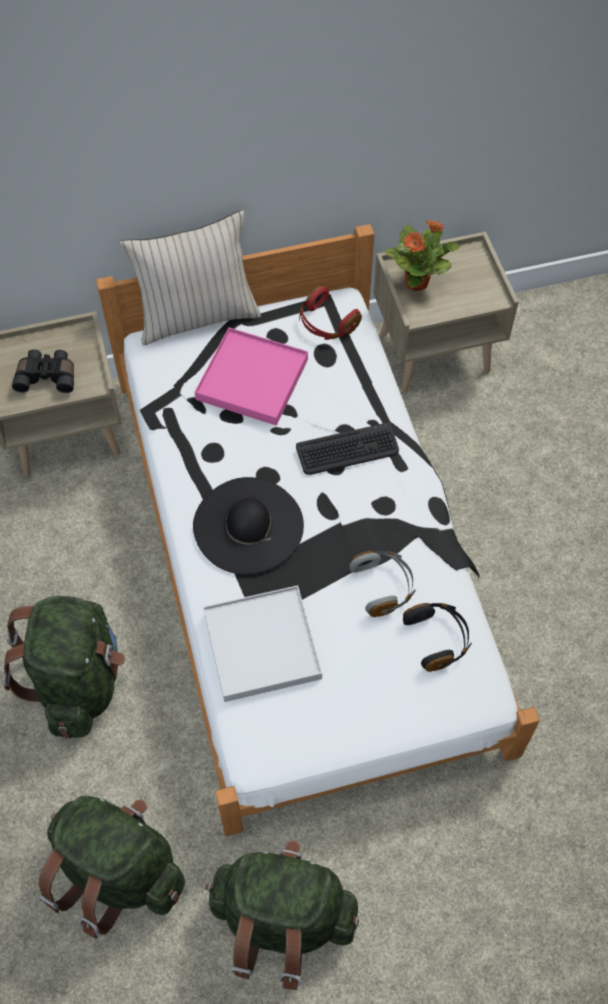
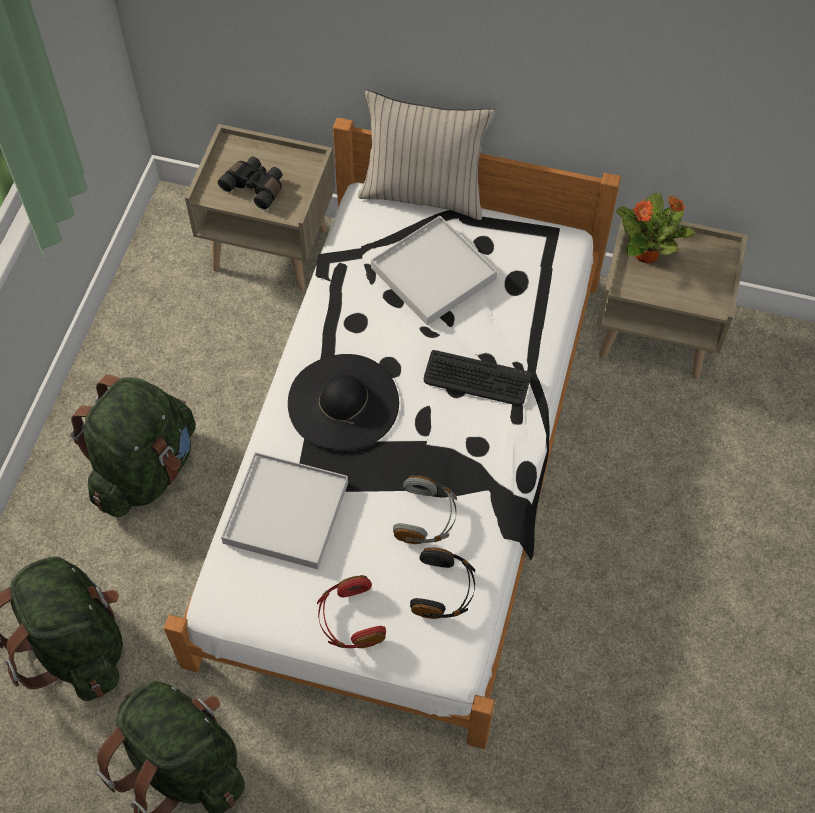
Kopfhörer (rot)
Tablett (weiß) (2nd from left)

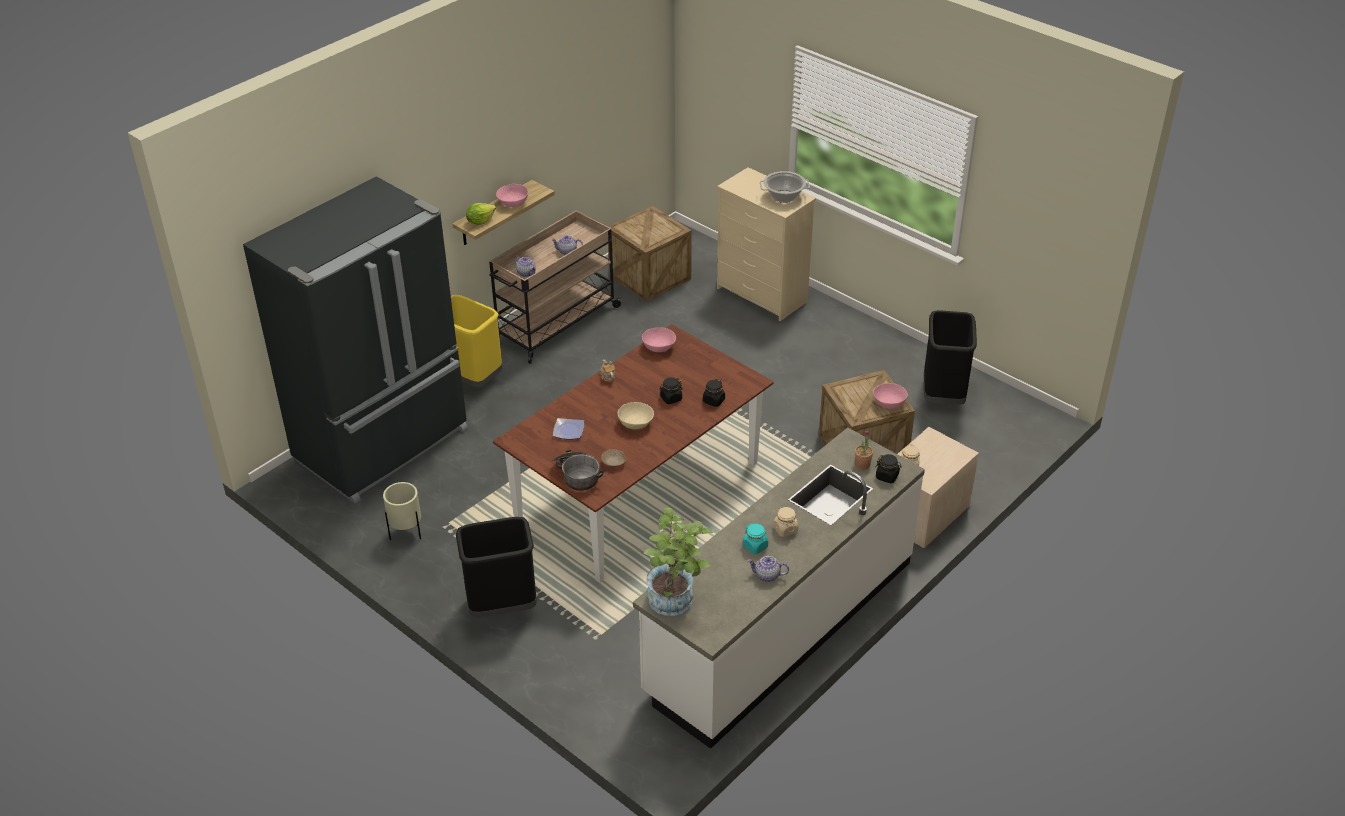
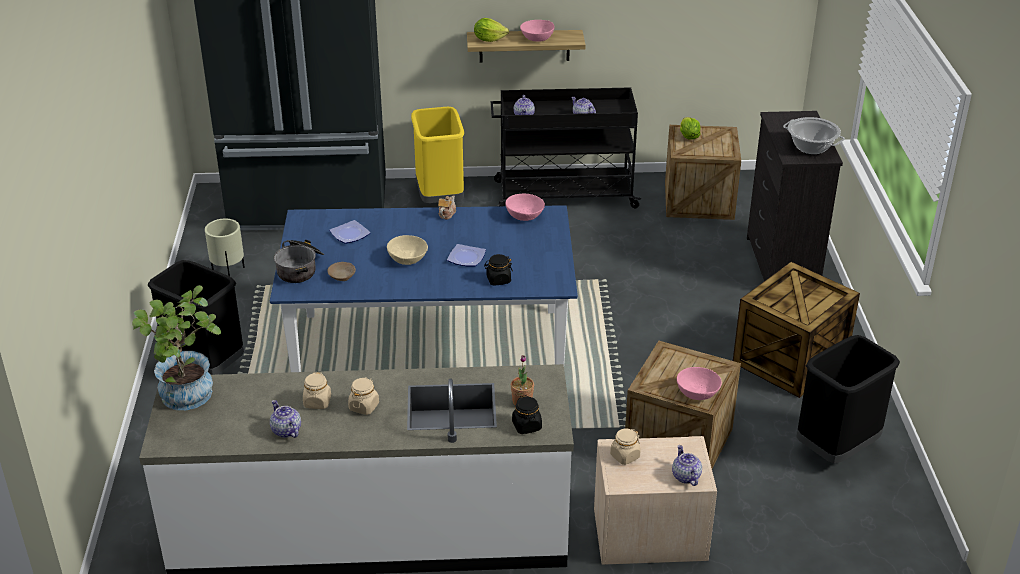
Teekanne (5th from left)
Salatkopf (2nd from left)
Kiste (3rd from left)
Teller (2nd from left)
Rollwagen (schwarz)
Esstisch (blau)
Kommode (schwarz)
Vorratsglas (beige) (1st from left)

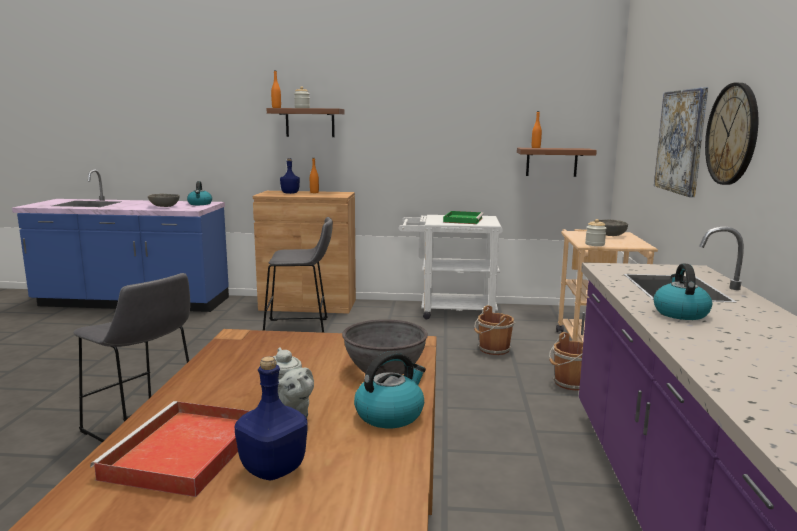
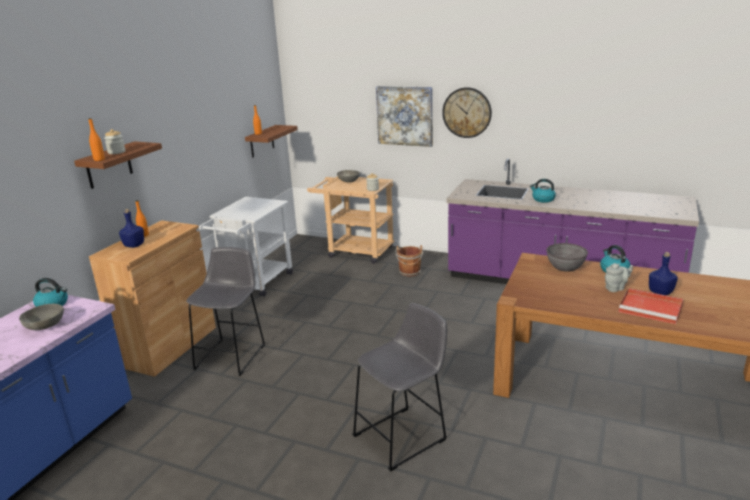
Tablett (grün)
Eimer (braun) (1st from left in the first image)

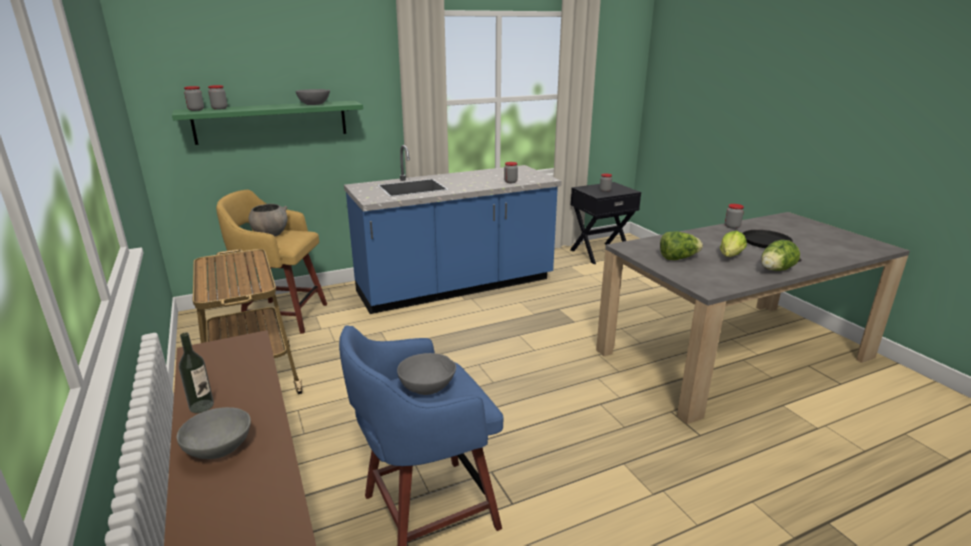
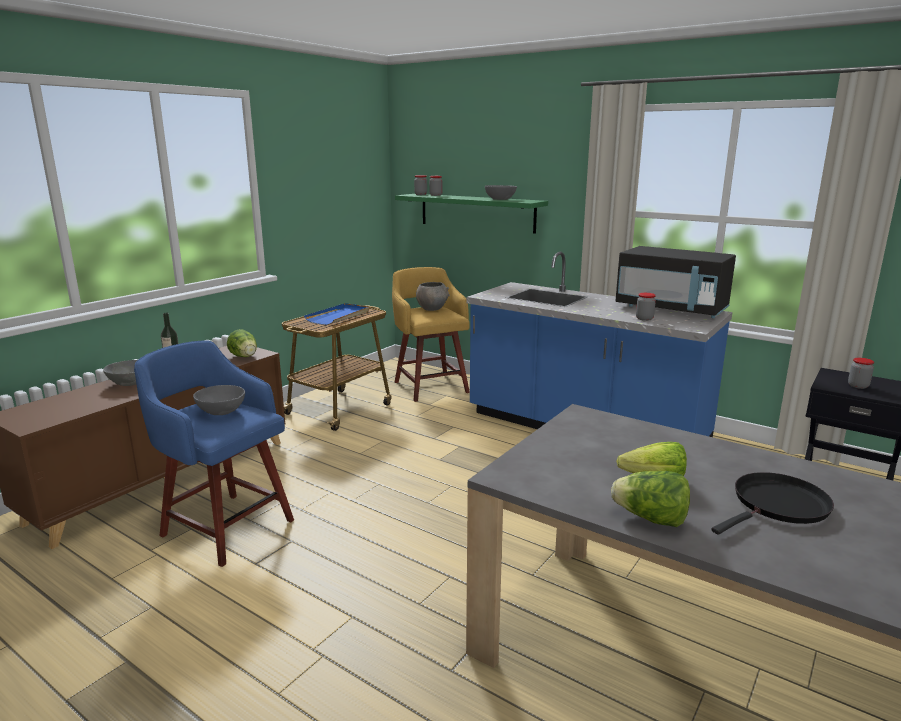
Vorratsglas (5th from left in the first image)
Tablett (blau)
Mikrowelle (schwarz)
Salatkopf (1st from left)

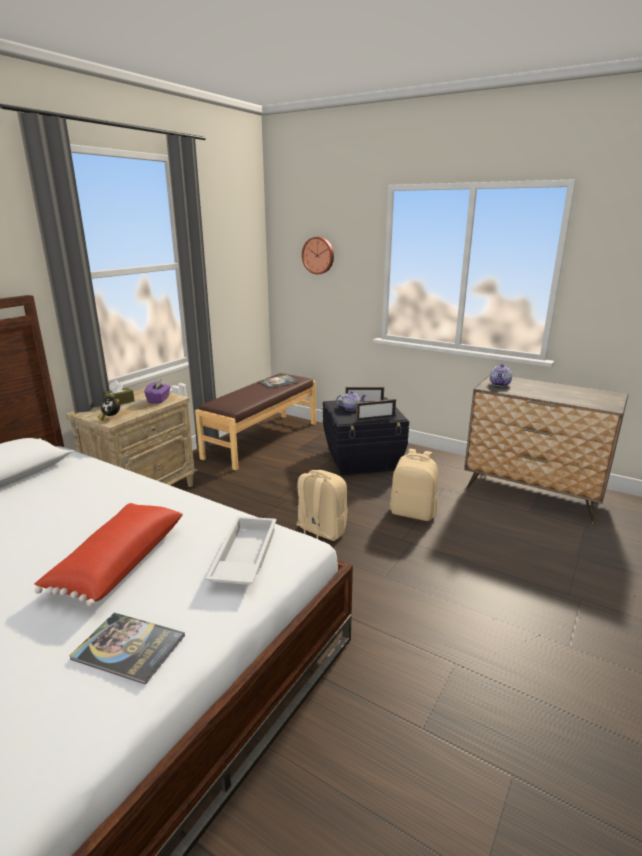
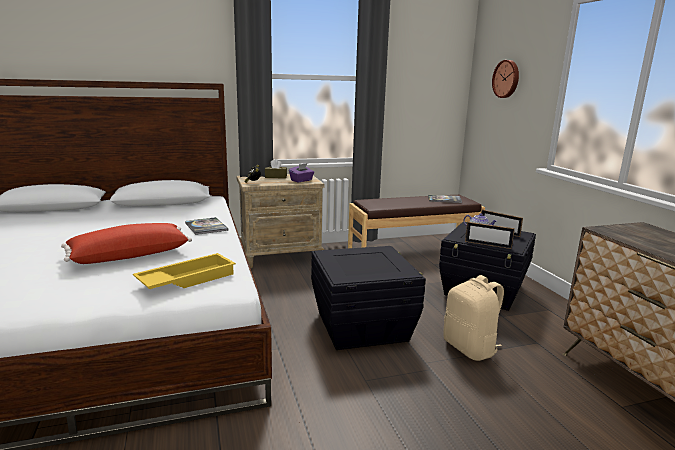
Teekanne (2nd from left in the first image)
Buch (1st from left)
Aufbewahrungsbox (schwarz) (1st from left)
Tablett (gelb)

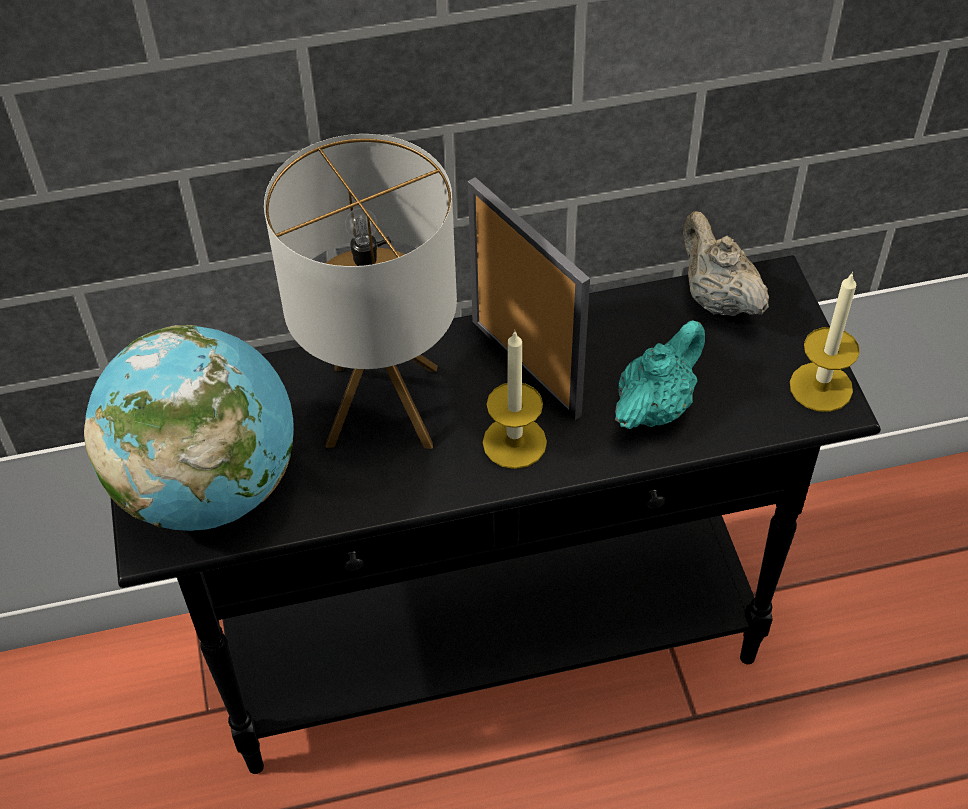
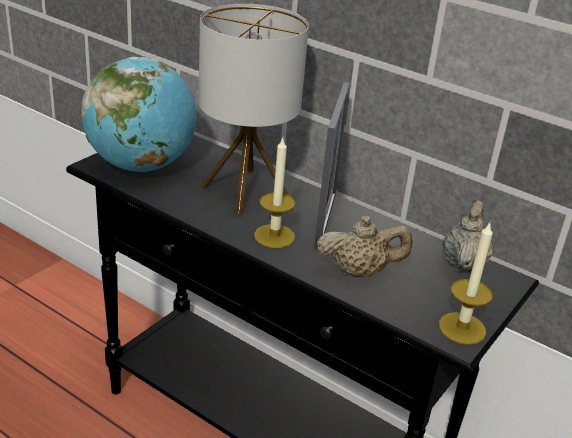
Teekanne (beige) (1st from left)

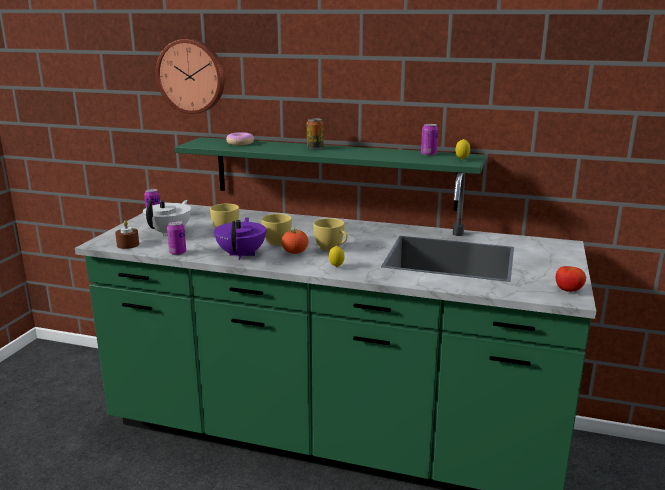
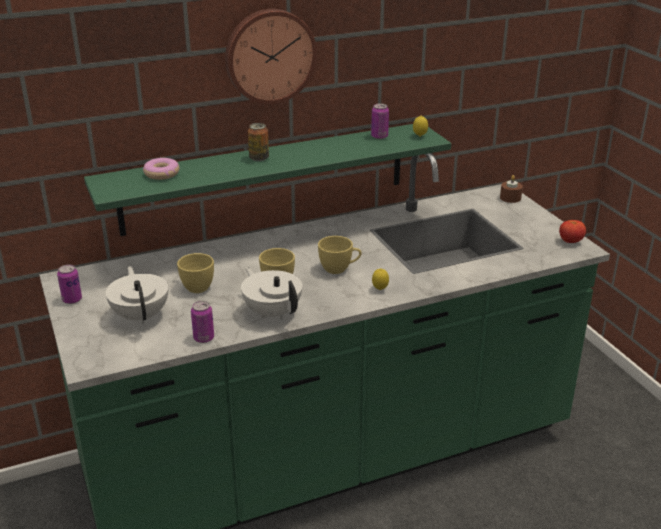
Tomate (1st from left in the first image)
Kerze (braun)
Wanduhr
Teekanne (weiß) (2nd from left)

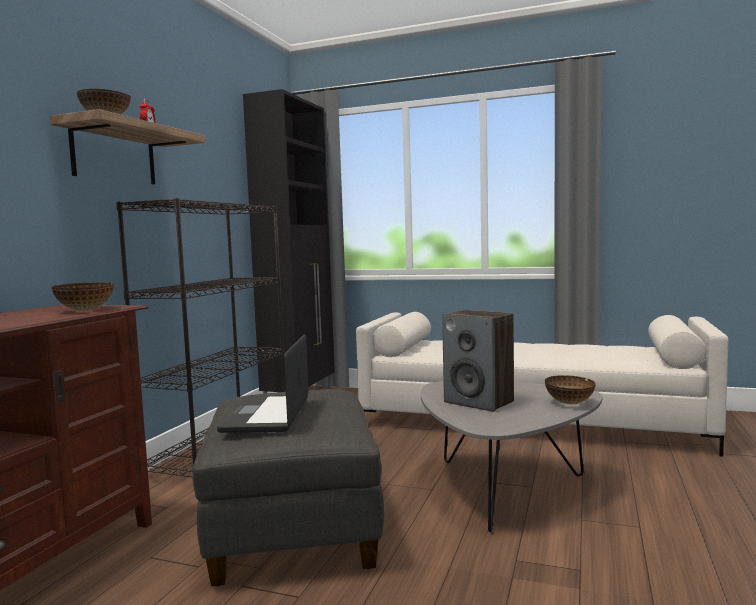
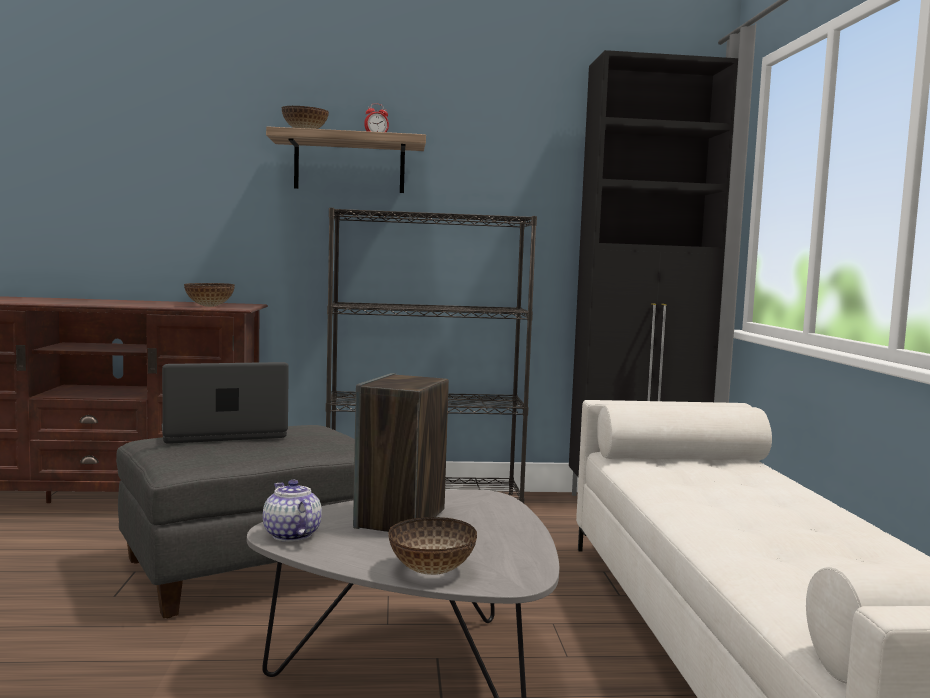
Teekanne

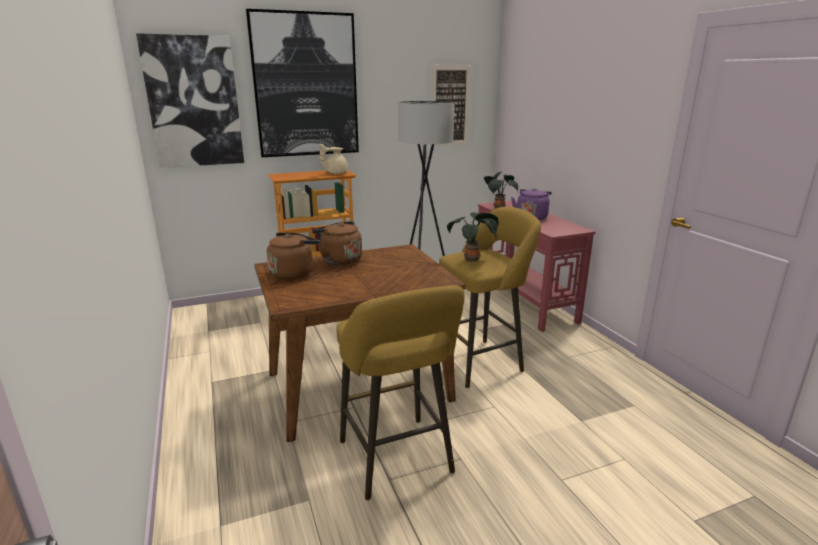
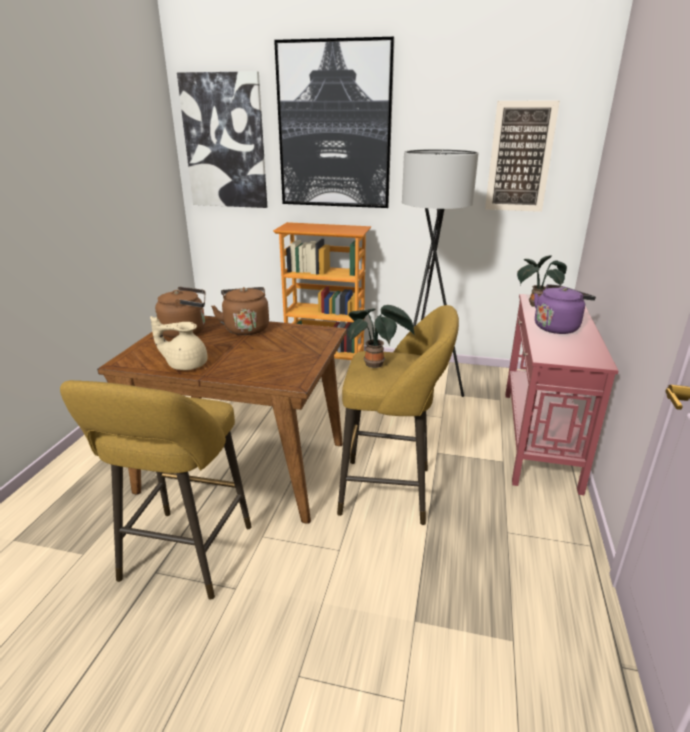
Teekanne (beige)

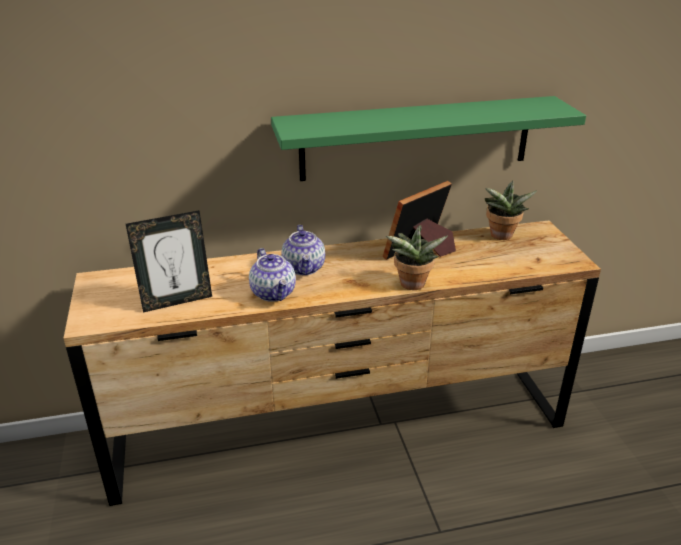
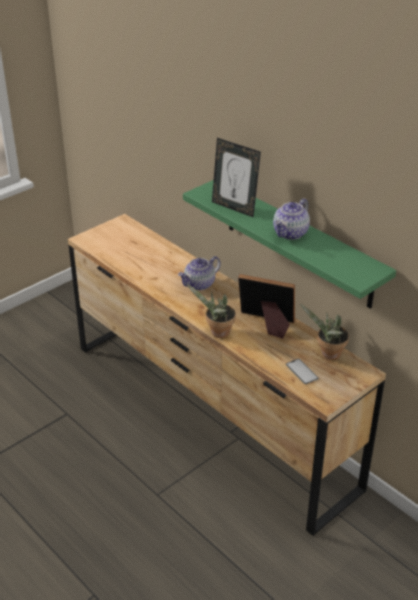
Handy
Bilderrahmen (1st from left)
Teekanne (2nd from left)

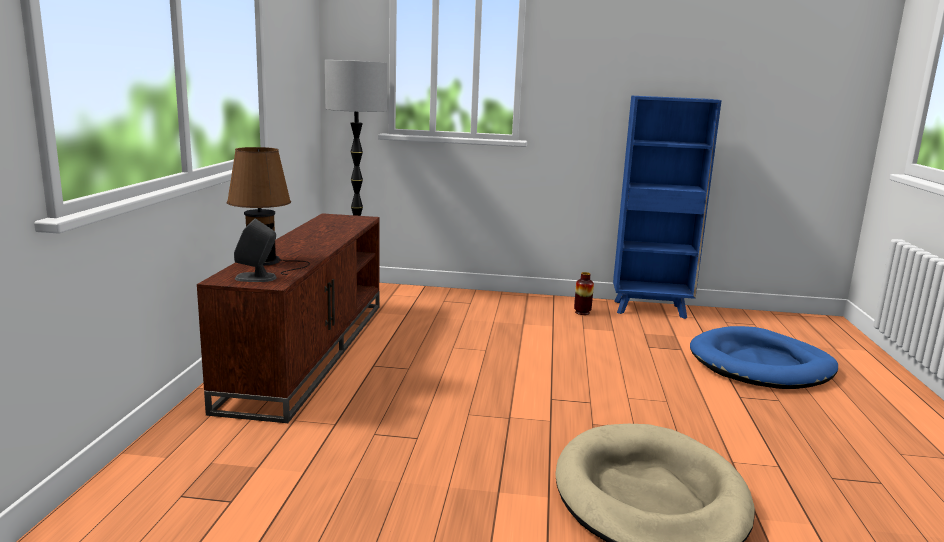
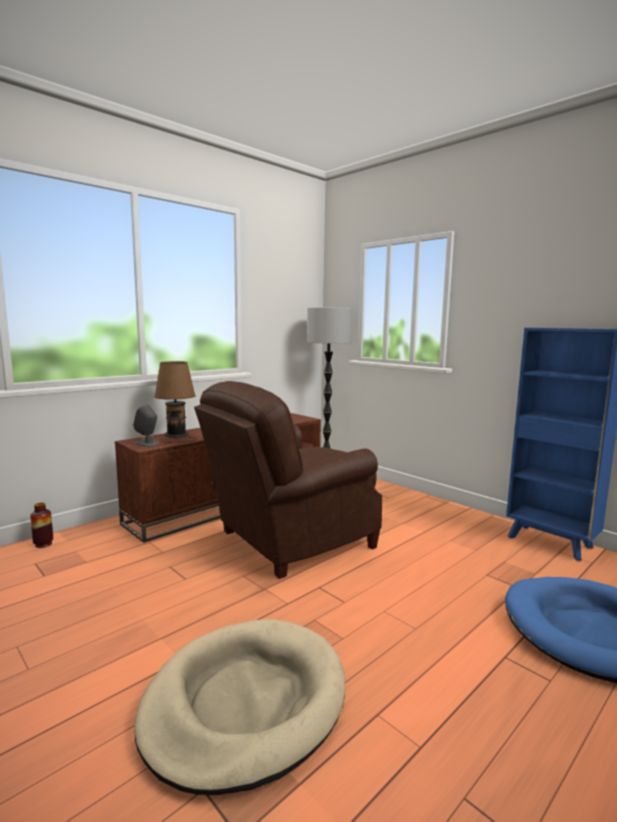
Sessel (braun)
Vase

